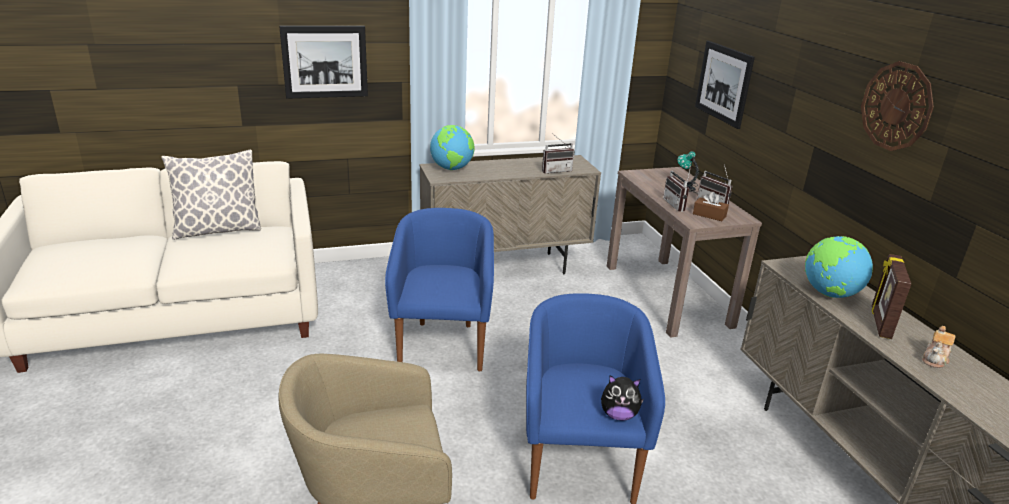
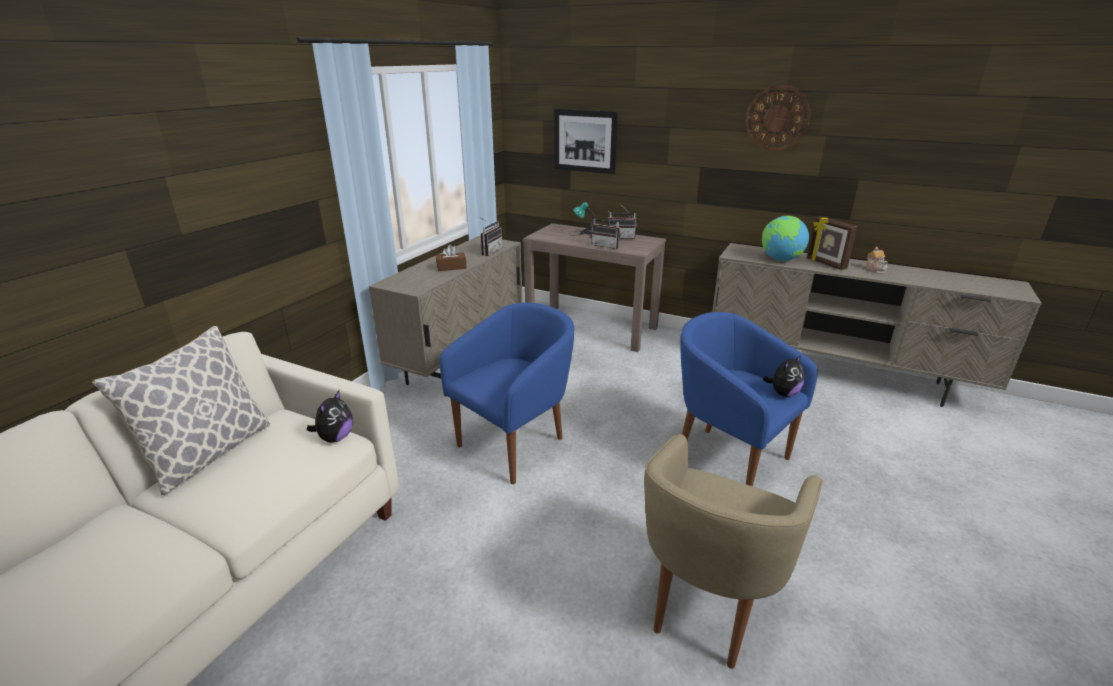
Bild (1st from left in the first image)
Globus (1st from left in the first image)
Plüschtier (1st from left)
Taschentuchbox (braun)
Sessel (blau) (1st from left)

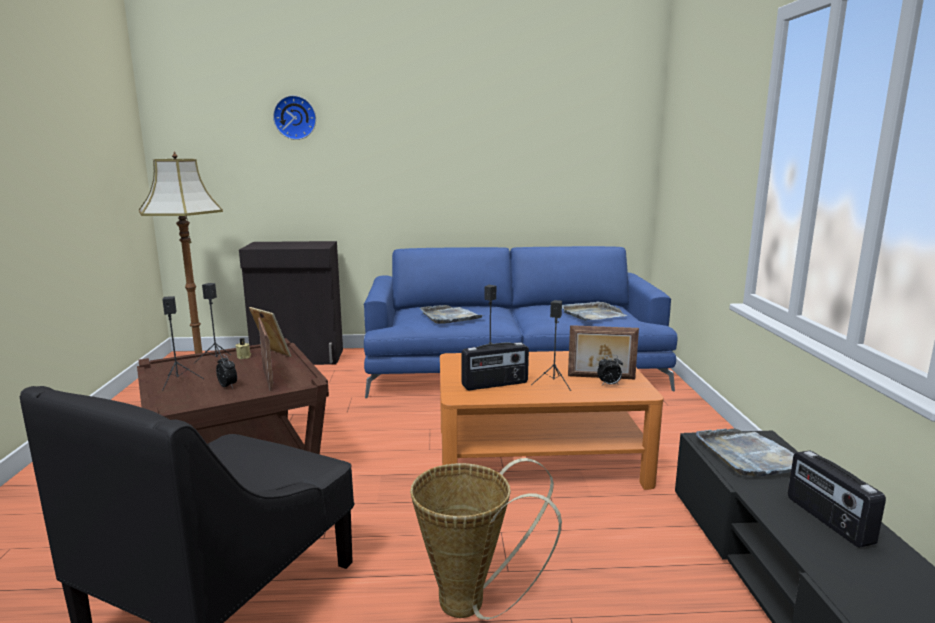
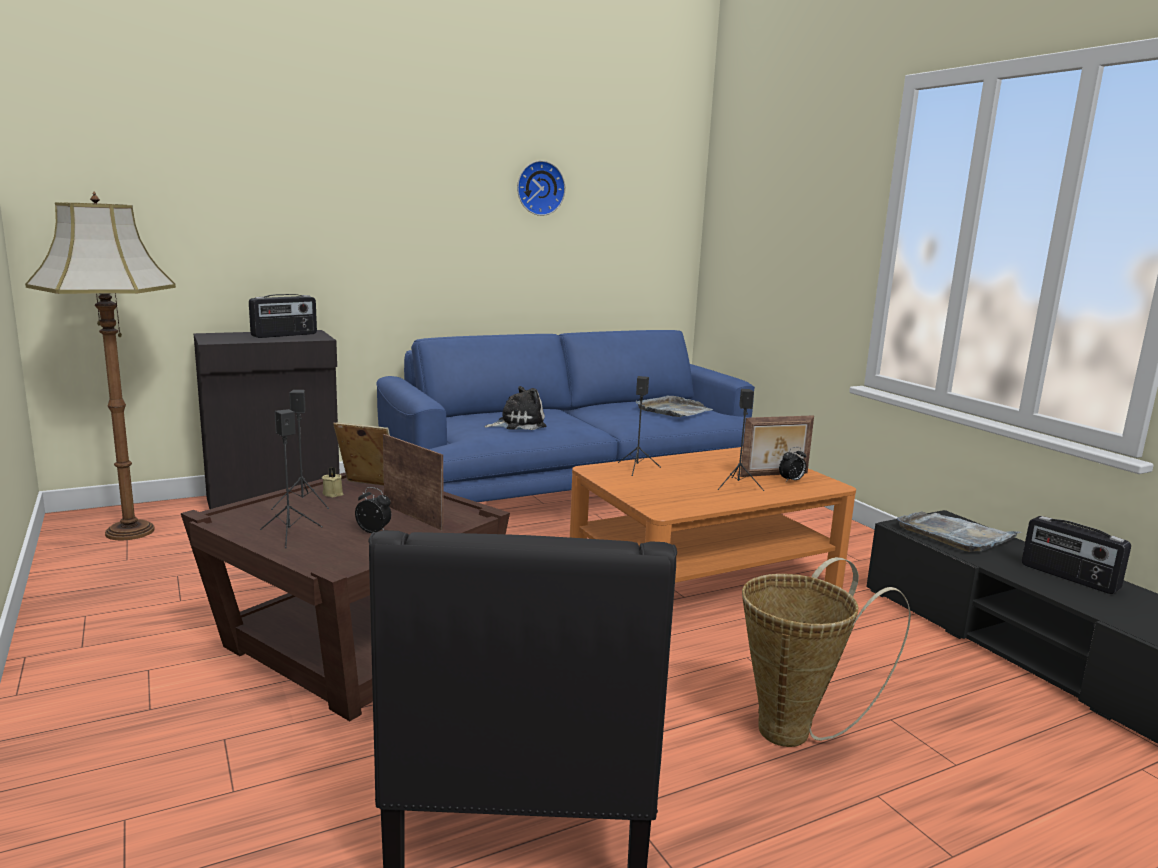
Wanduhr
Radio (1st from left)
Plüschtier

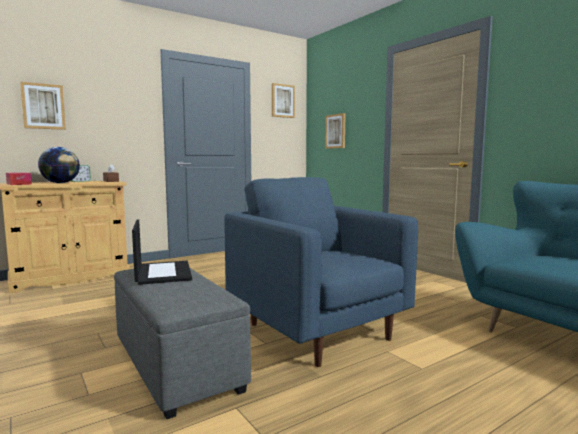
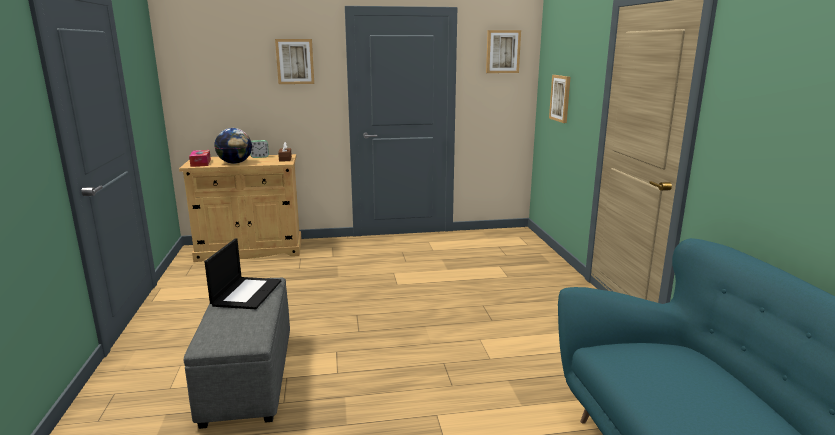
Sessel (blau)
Bild (1st from left)

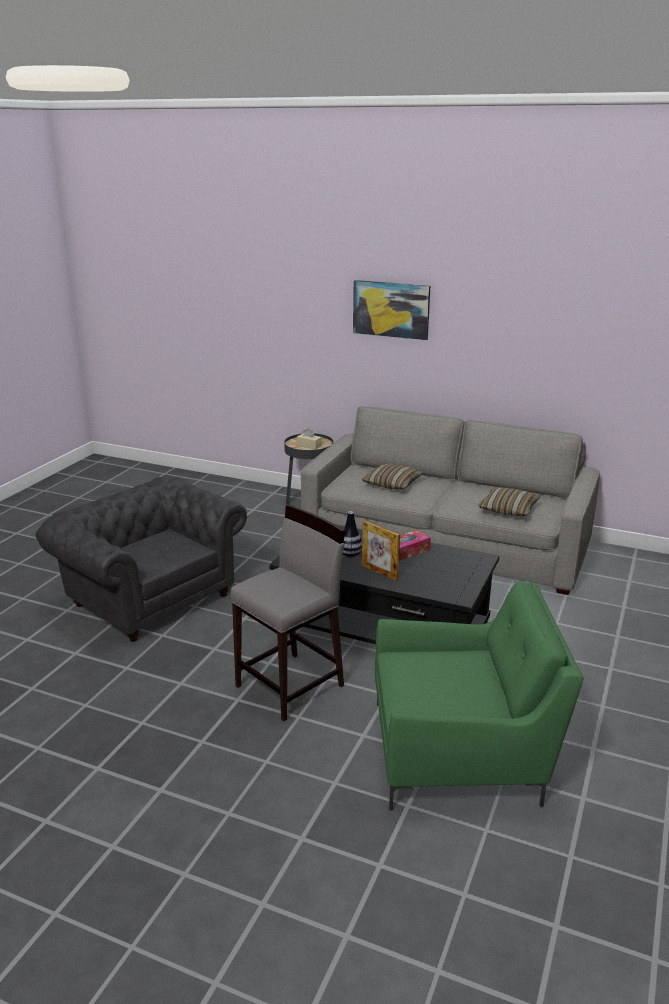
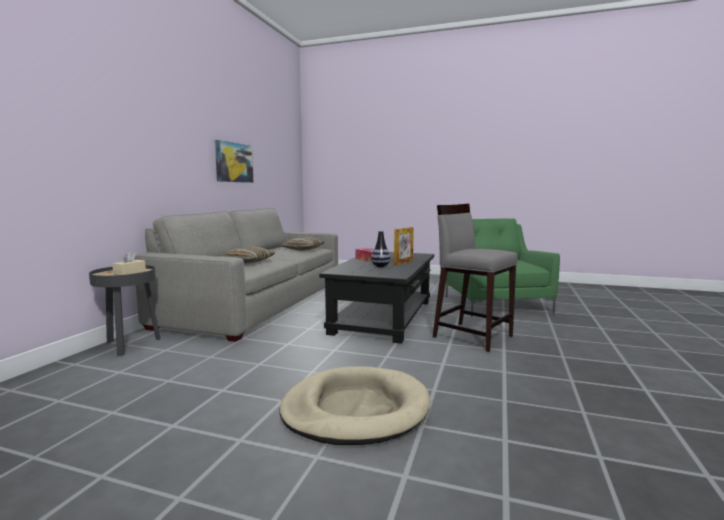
Bild
Hundebett (beige)

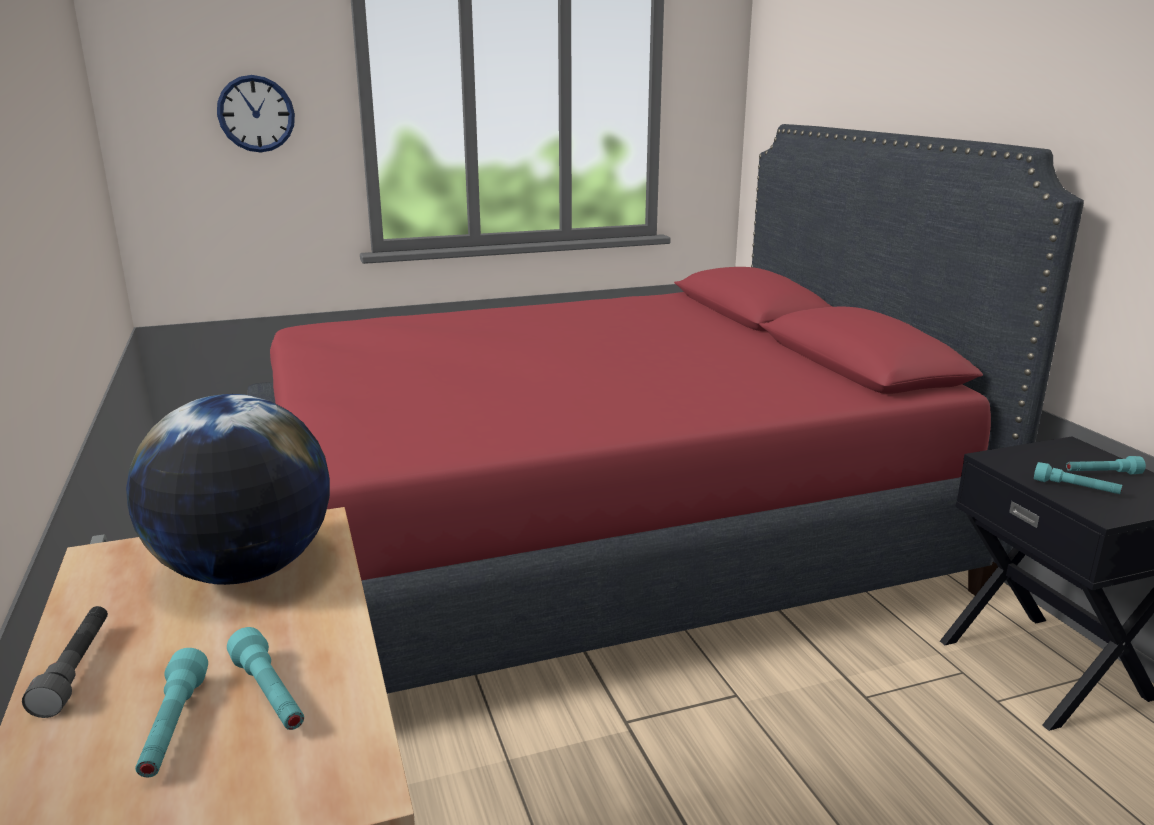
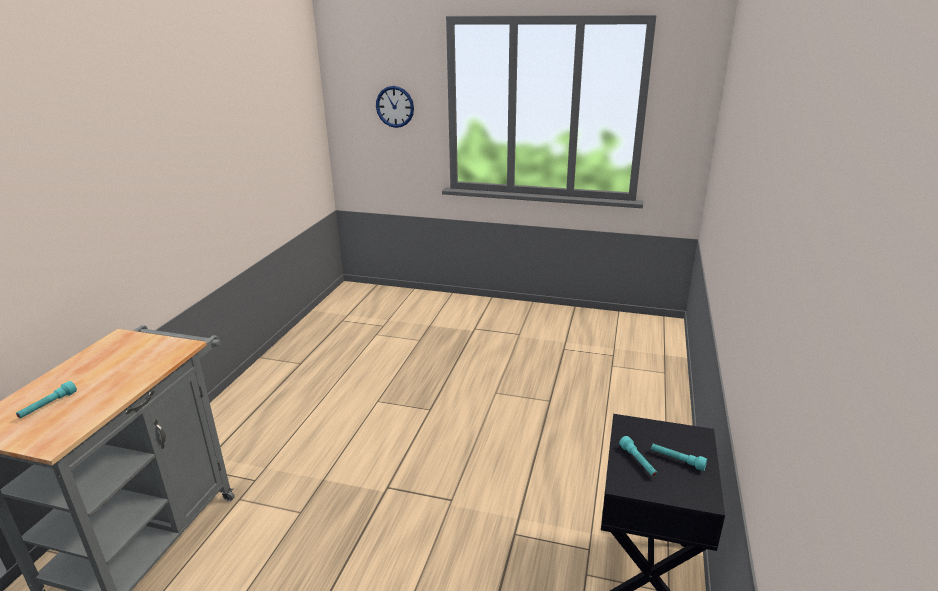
Taschenlampe (grau)
Globus
Taschenlampe (türkis) (2nd from left in the first image)
Bett (rot)

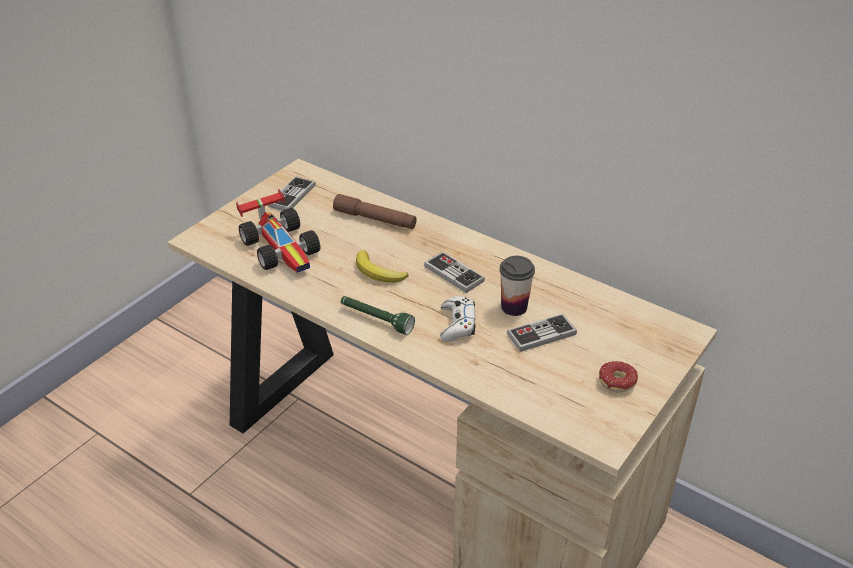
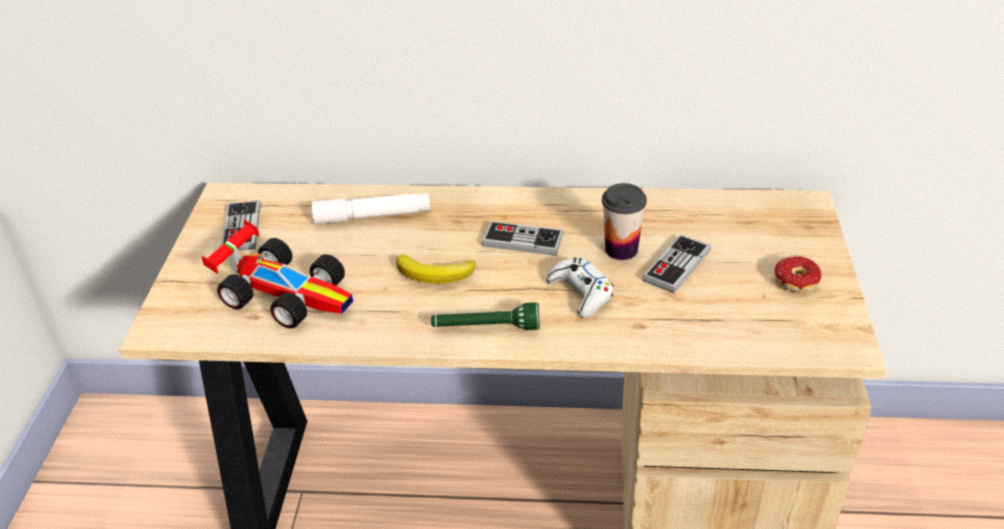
Taschenlampe (weiß)

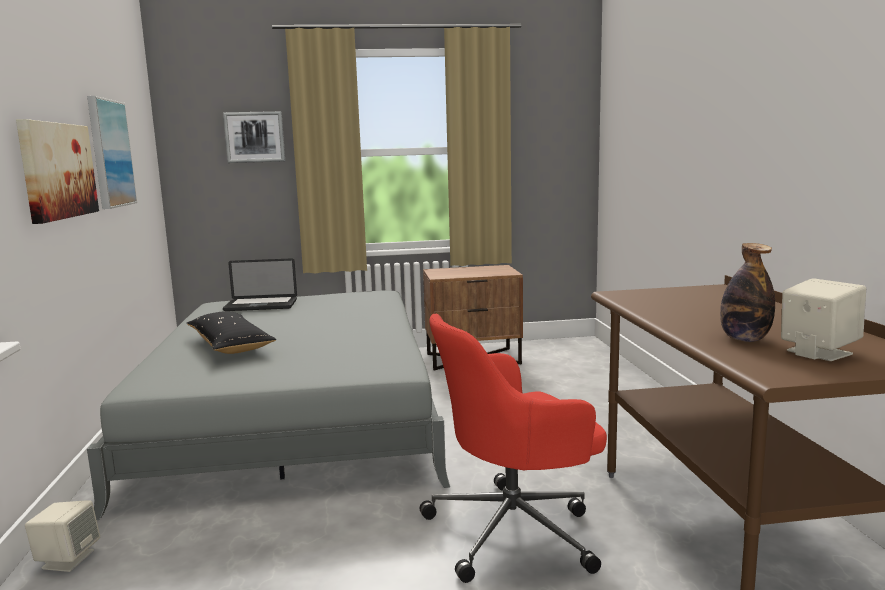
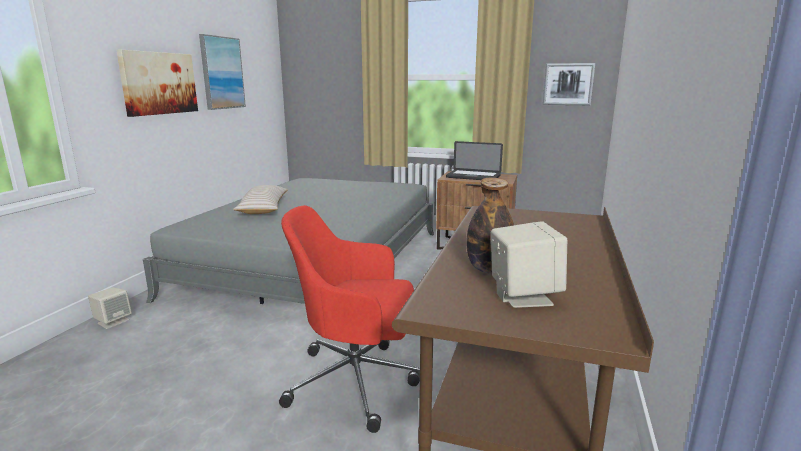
Bild (3rd from left)
Laptop
Kissen (beige)

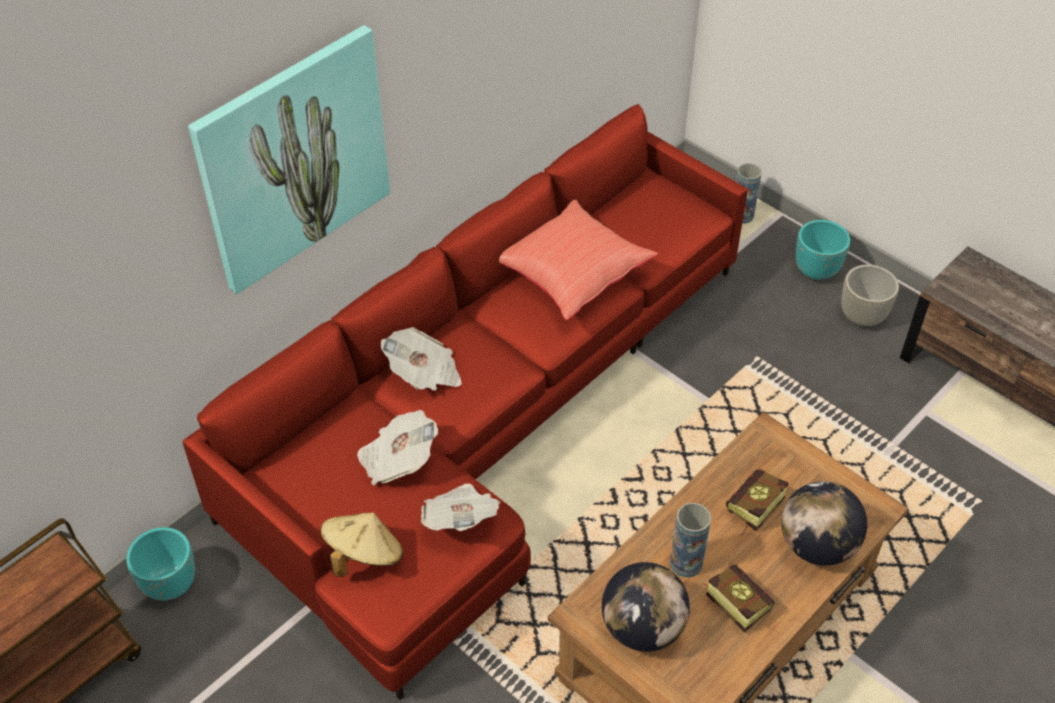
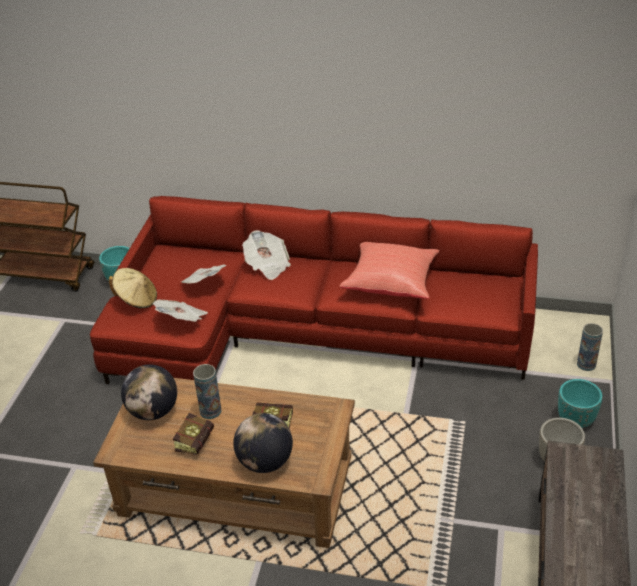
Bild

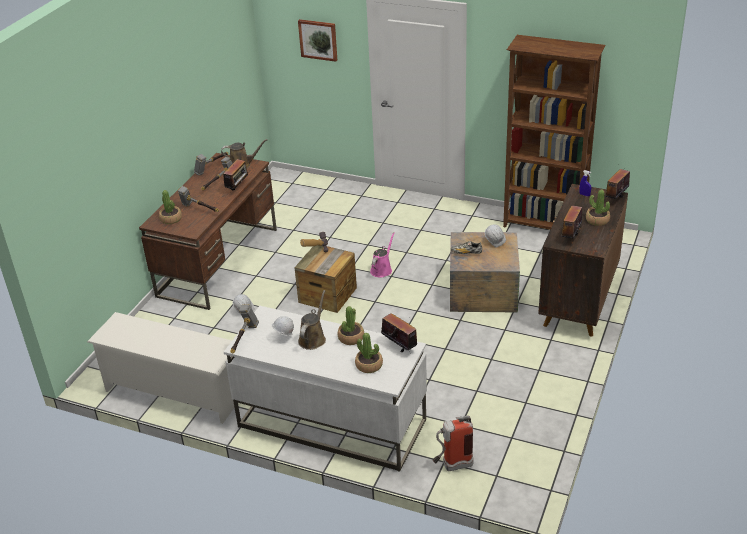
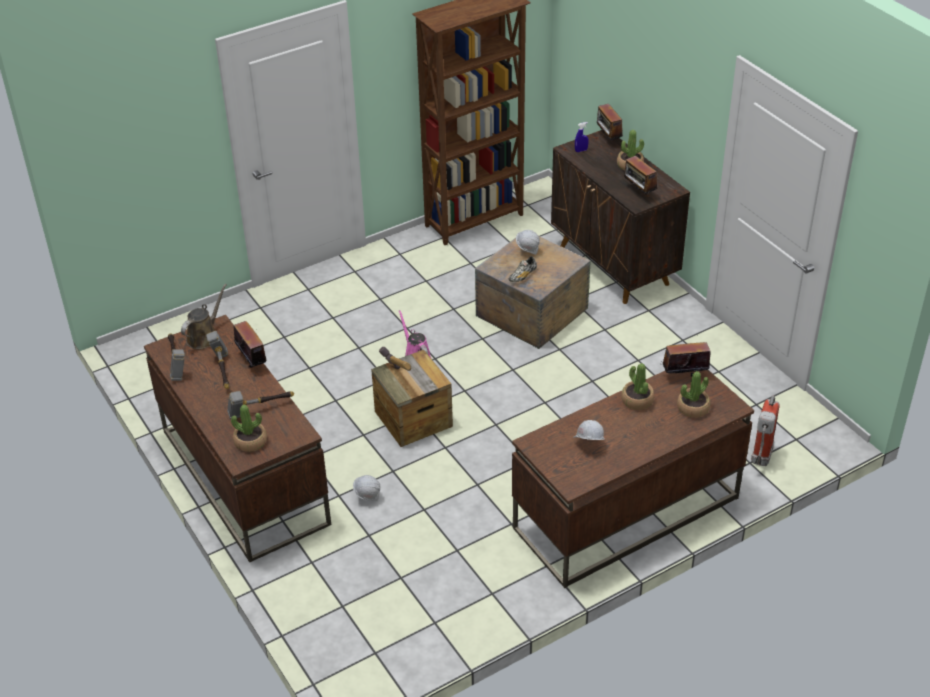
Schuhregal (weiß)
Hammer (4th from left in the first image)
Bild
Gießkanne (braun) (2nd from left in the first image)
Schreibtisch (braun) (2nd from left)

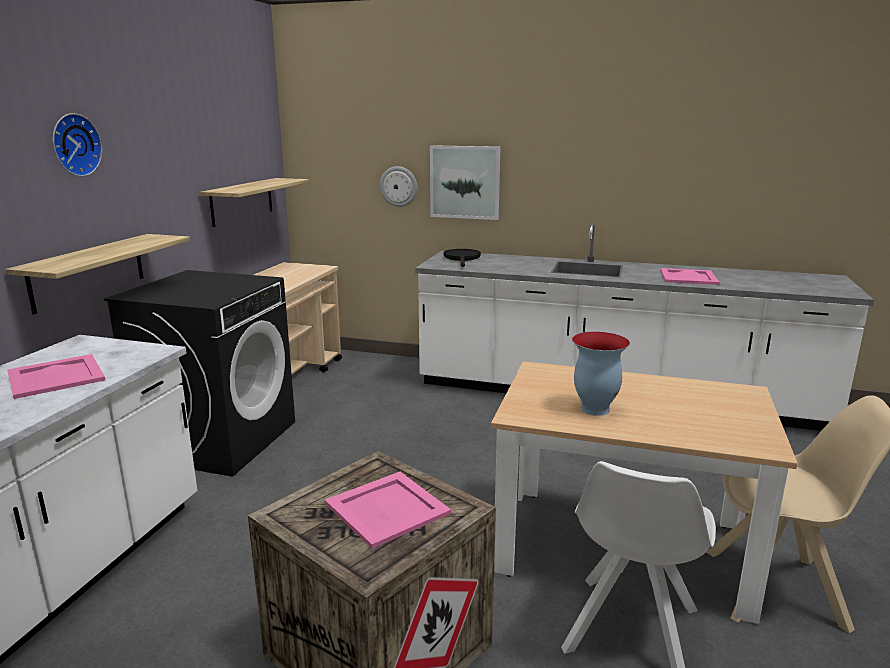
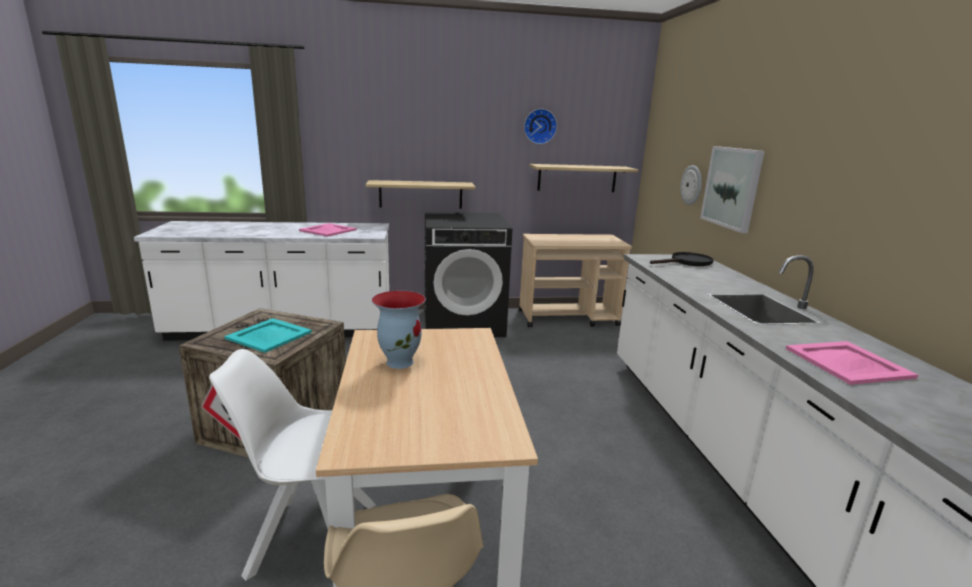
Wanduhr (1st from left)
Tablett (türkis)

